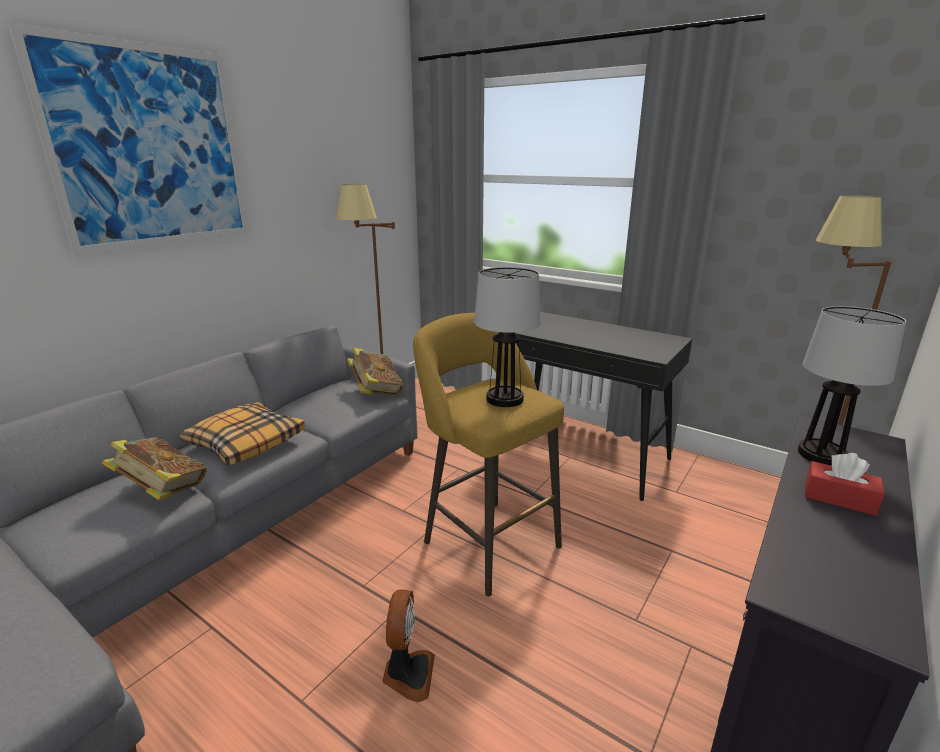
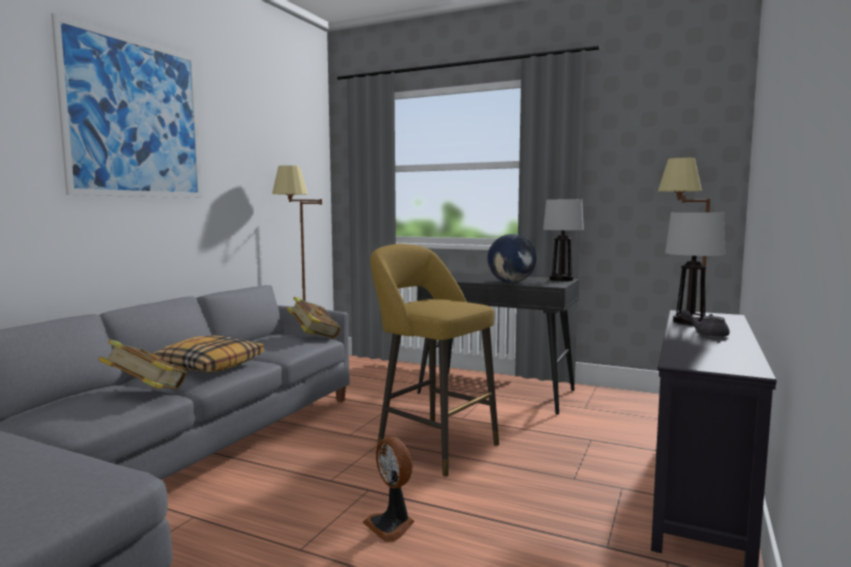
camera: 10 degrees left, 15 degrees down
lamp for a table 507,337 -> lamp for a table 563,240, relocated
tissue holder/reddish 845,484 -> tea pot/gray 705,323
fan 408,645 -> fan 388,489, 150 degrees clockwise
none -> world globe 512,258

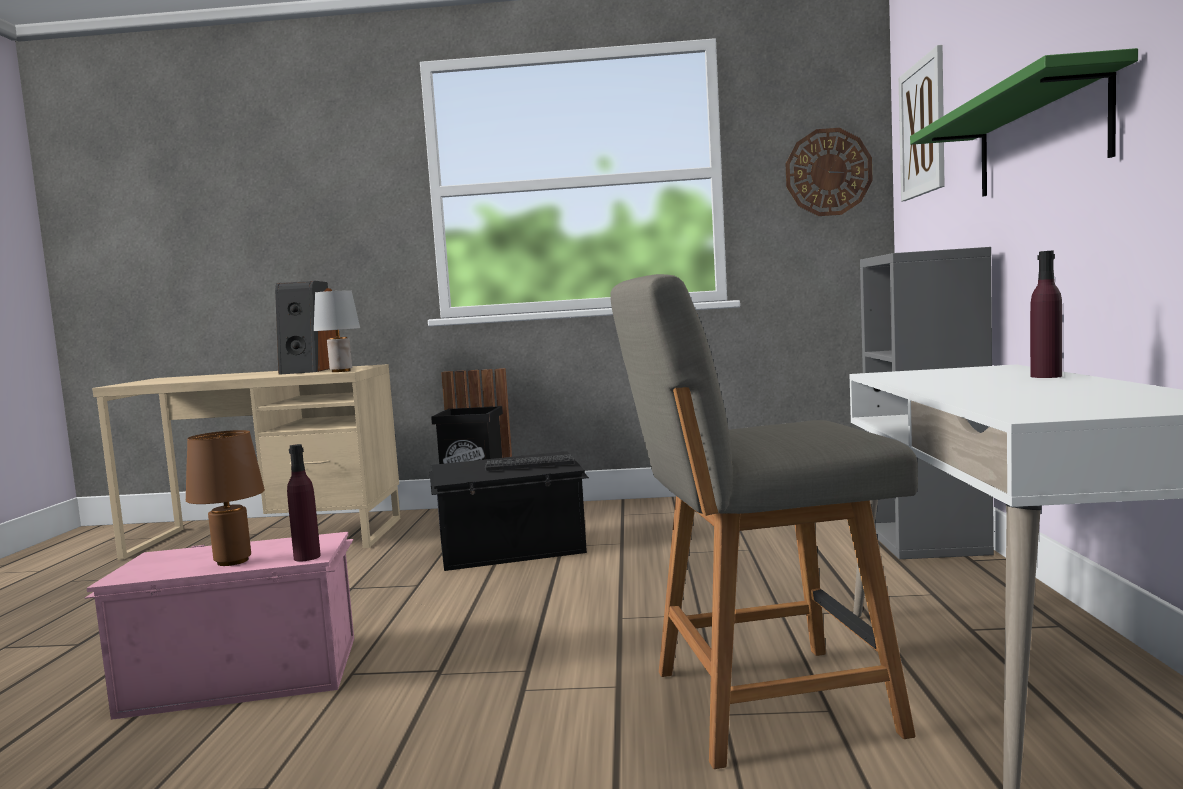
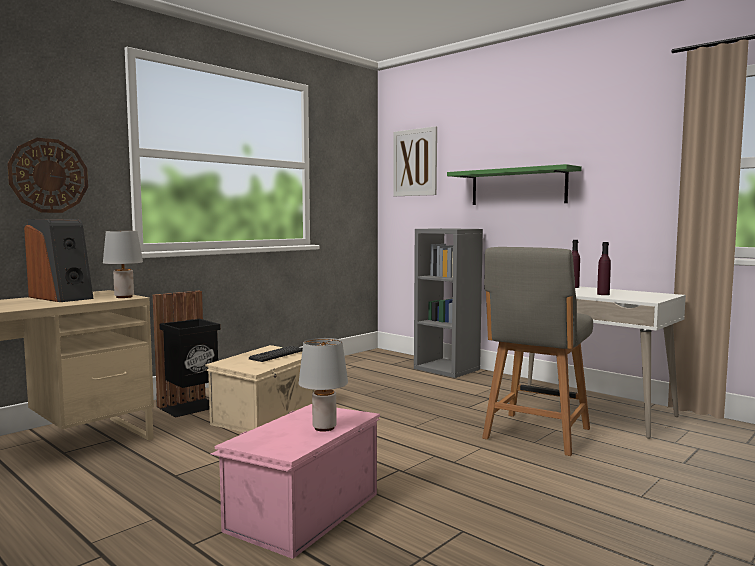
camera: 50 degrees left, 0 degrees up
hanging clock 829,172 -> hanging clock 47,175, relocated
lamp for a table/brownish 225,498 -> lamp for a table/gray 323,385
drink bottle/purplish 304,502 -> drink bottle/purplish 604,268, relocated
storage container/black-coloured 509,511 -> storage container/beige 260,388

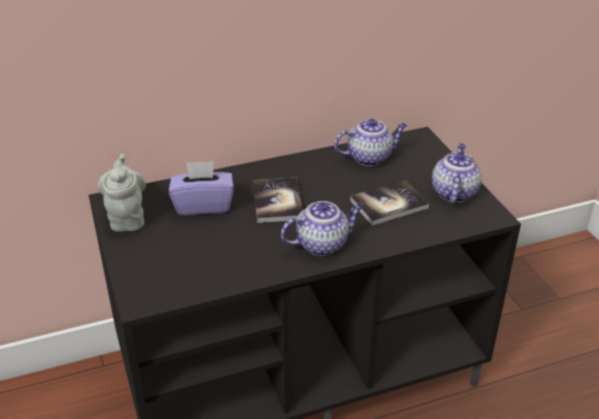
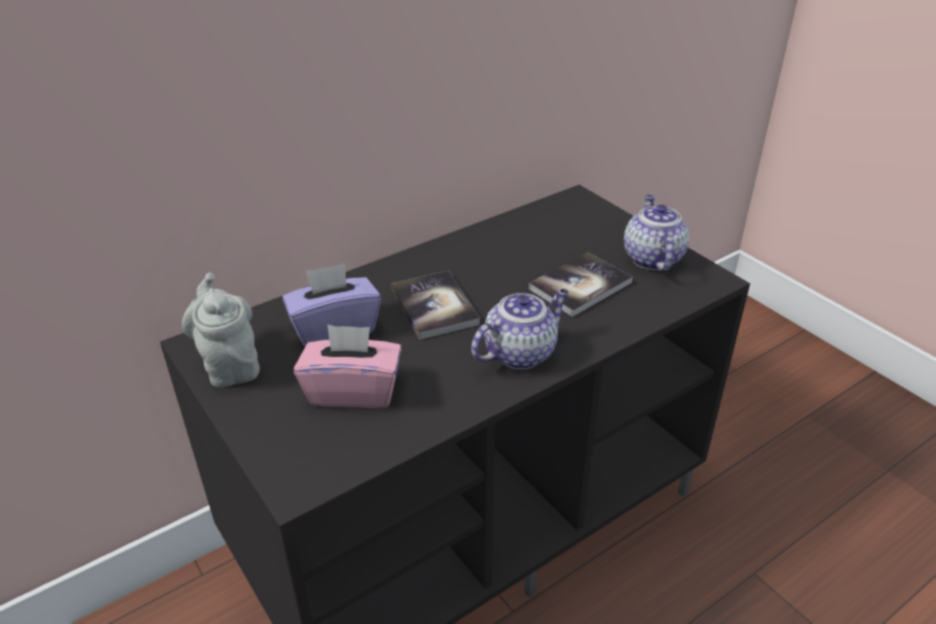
camera: 15 degrees left, 0 degrees up
tea pot 370,142 -> none
none -> tissue holder/pinkish 348,366

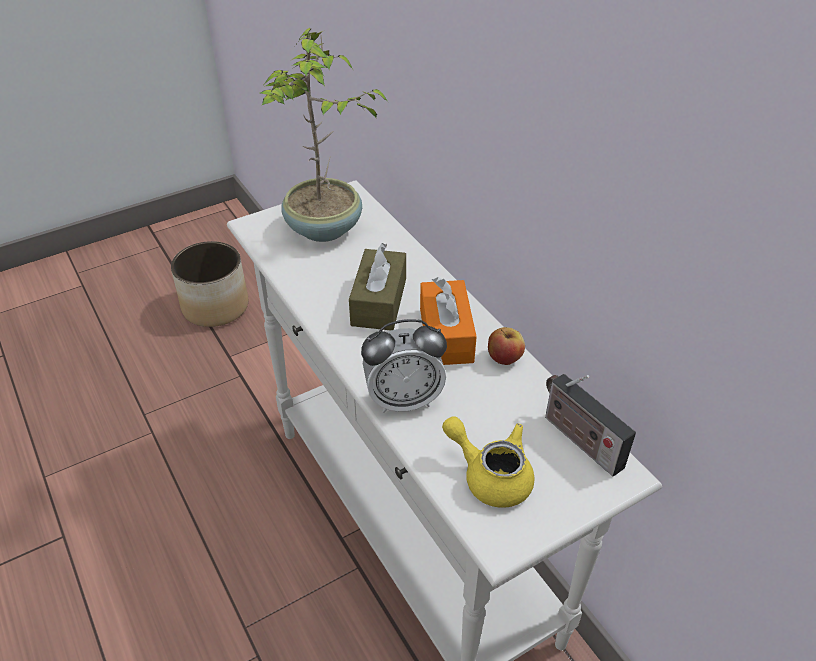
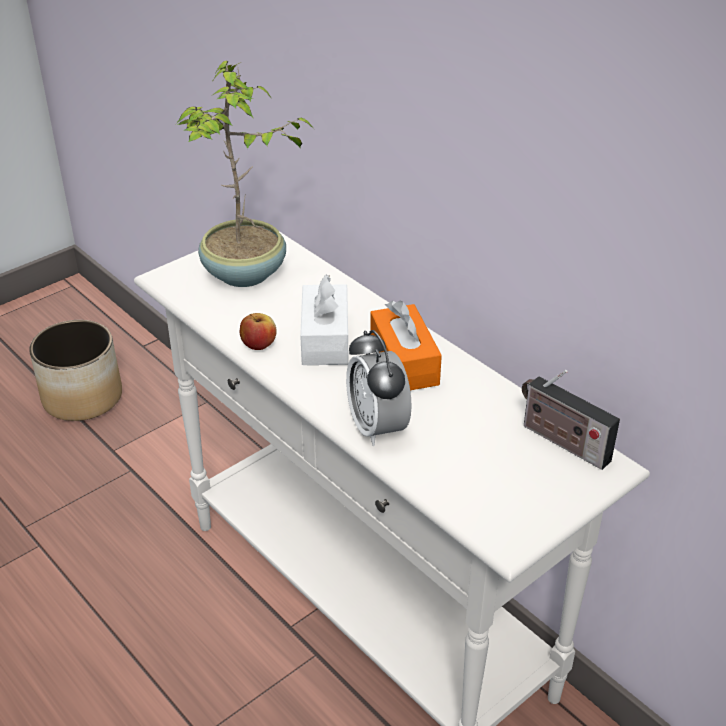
camera: 10 degrees left, 5 degrees down
tissue holder/brownish 377,286 -> tissue holder/whitish 324,319
bedside clock 404,366 -> bedside clock 379,388, 90 degrees clockwise
apple 506,346 -> apple 258,331, relocated
tea pot/yellow-coloured 488,462 -> none

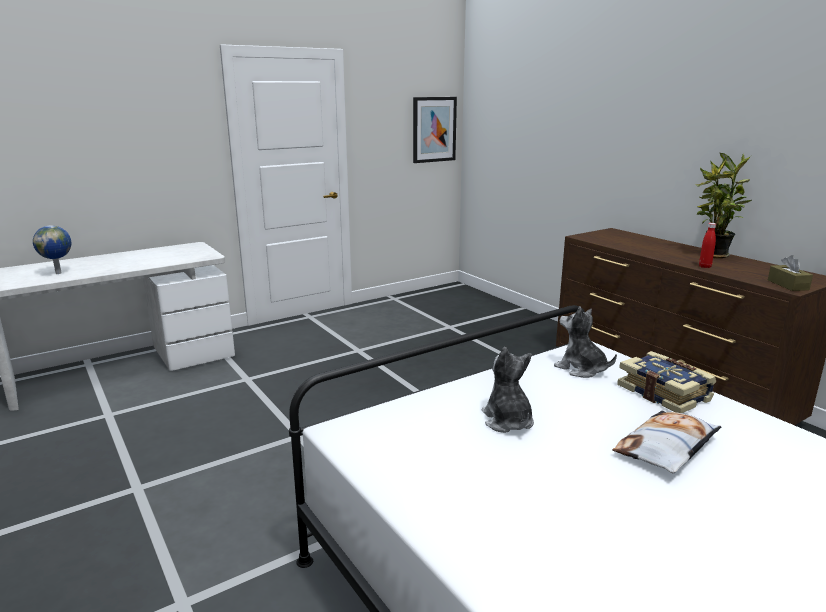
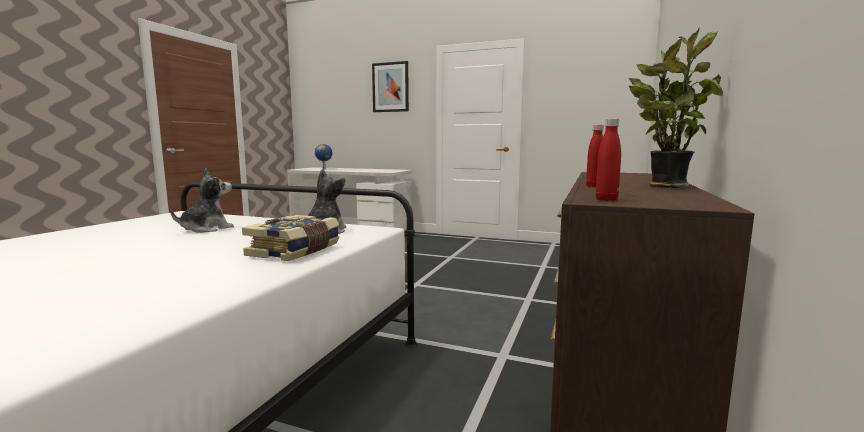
camera: 55 degrees right, 10 degrees down
wall picture 435,130 -> wall picture 390,86, relocated
tissue holder/brownish 790,273 -> drink bottle/reddish 608,159
cushion 666,442 -> none

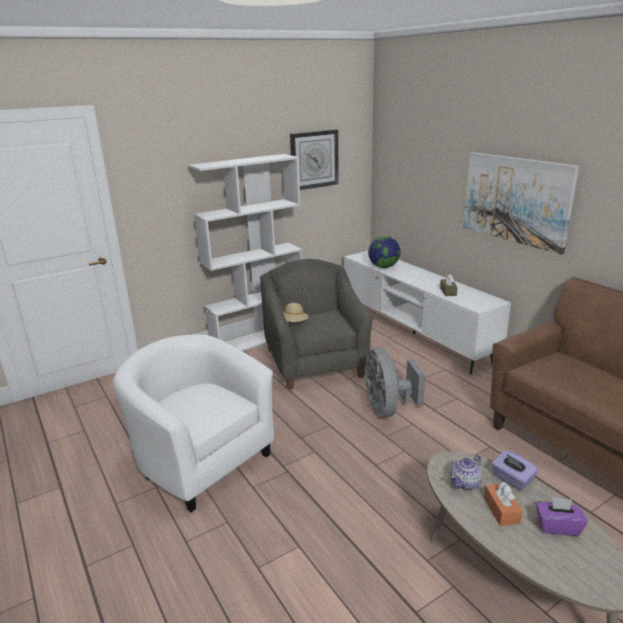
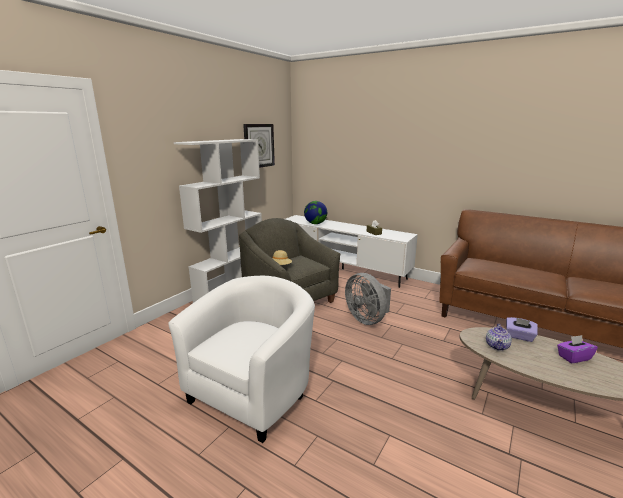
camera: 25 degrees left, 5 degrees down
wall picture 521,203 -> none
easy chair/whitish 193,423 -> easy chair/whitish 241,359, 105 degrees clockwise
tissue holder/orangey 503,503 -> none

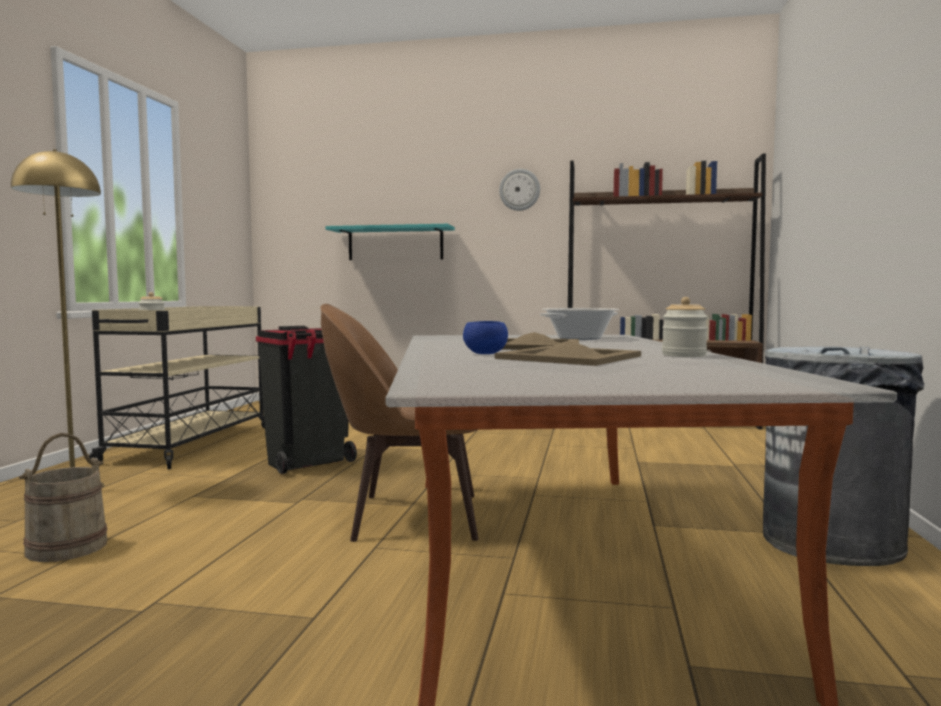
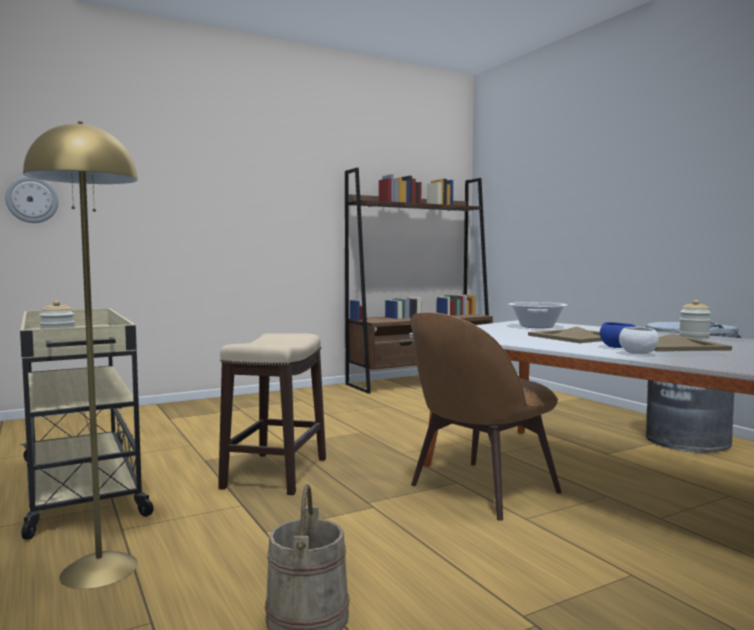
camera: 40 degrees left, 0 degrees up
hanging clock 519,190 -> hanging clock 32,199, relocated
wall shelf/turquoise 390,242 -> none
waste bin/black-coloured 306,400 -> stool 272,414
none -> serving bowl/whitish 639,341

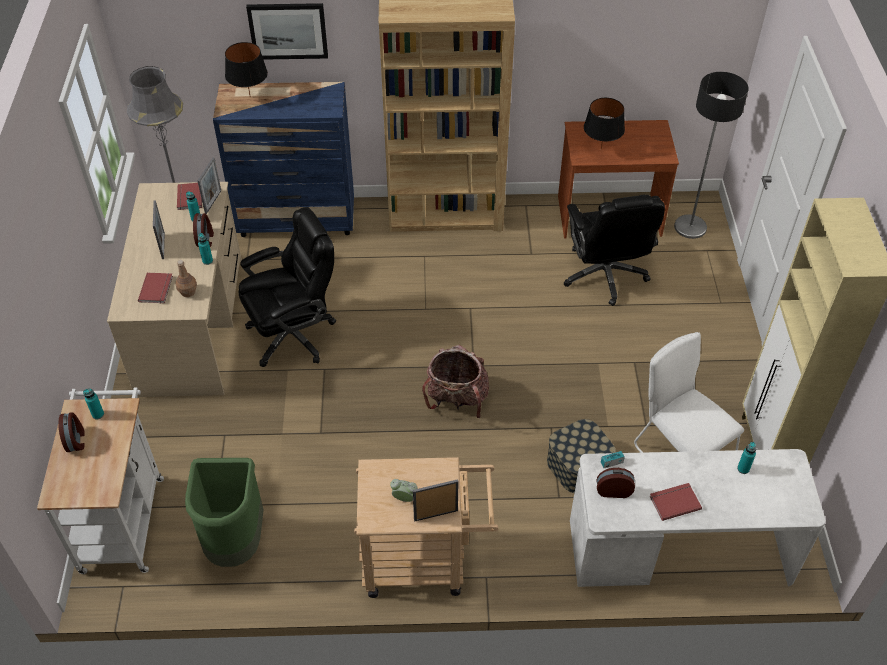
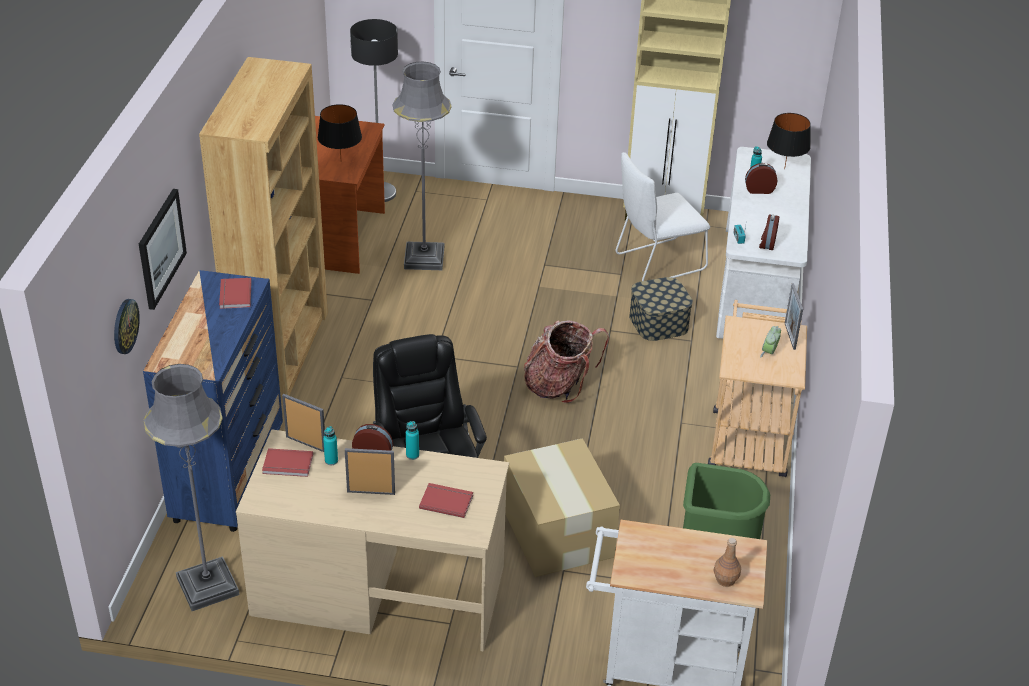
camera: 80 degrees left, 10 degrees down
lamp for a table/black-coloured 246,68 -> lamp for a table/black-coloured 789,141, relocated
computer chair/black-coloured 614,250 -> standard lamp/gray 422,165
drink bottle/brownish 186,278 -> drink bottle/brownish 727,562, relocated
drink bottle/turquoise 93,403 -> none
bedside clock 71,432 -> bedside clock 761,178, relocated
bound book/reddish 675,502 -> bound book/reddish 235,293, relocated
none -> hanging clock 127,326
none -> packing box 562,507

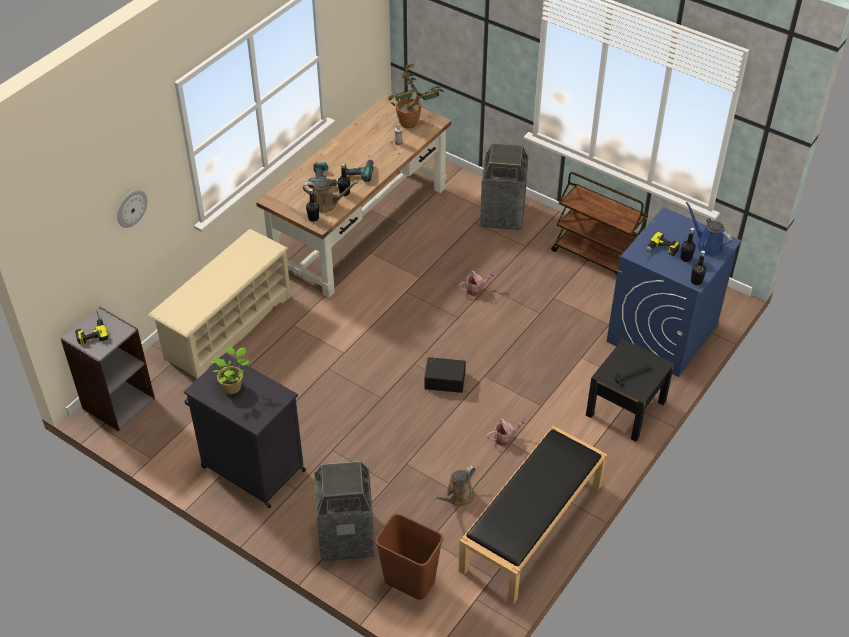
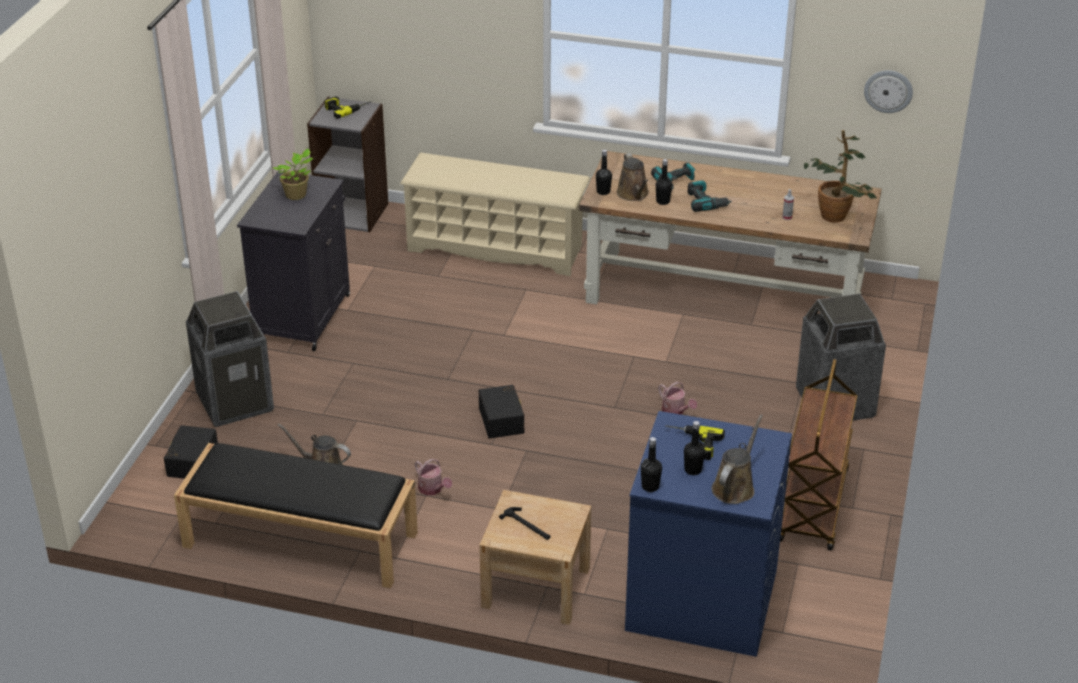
camera: 70 degrees right, 10 degrees down
hanging clock 132,209 -> hanging clock 888,91, relocated
watering pot/blue-coloured 709,229 -> watering pot/brownish 737,459
nightstand/black-coloured 630,390 -> nightstand/beige 535,557
waste bin/brownish 409,556 -> storage container/black-coloured 191,452

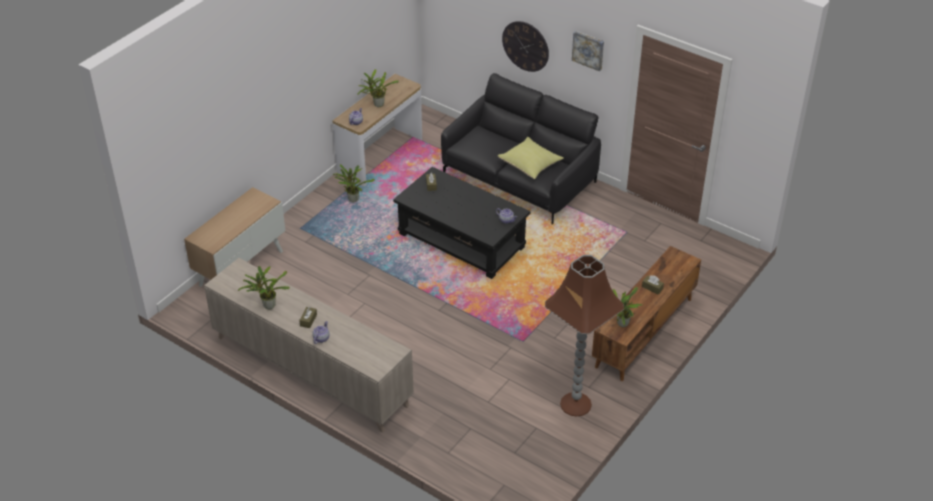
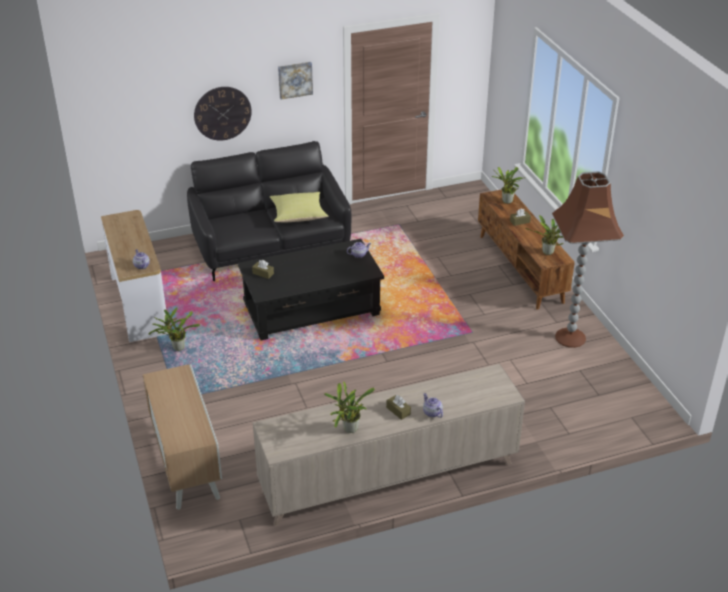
camera: 55 degrees left, 5 degrees down
houseplant 378,88 -> houseplant 507,185, relocated

